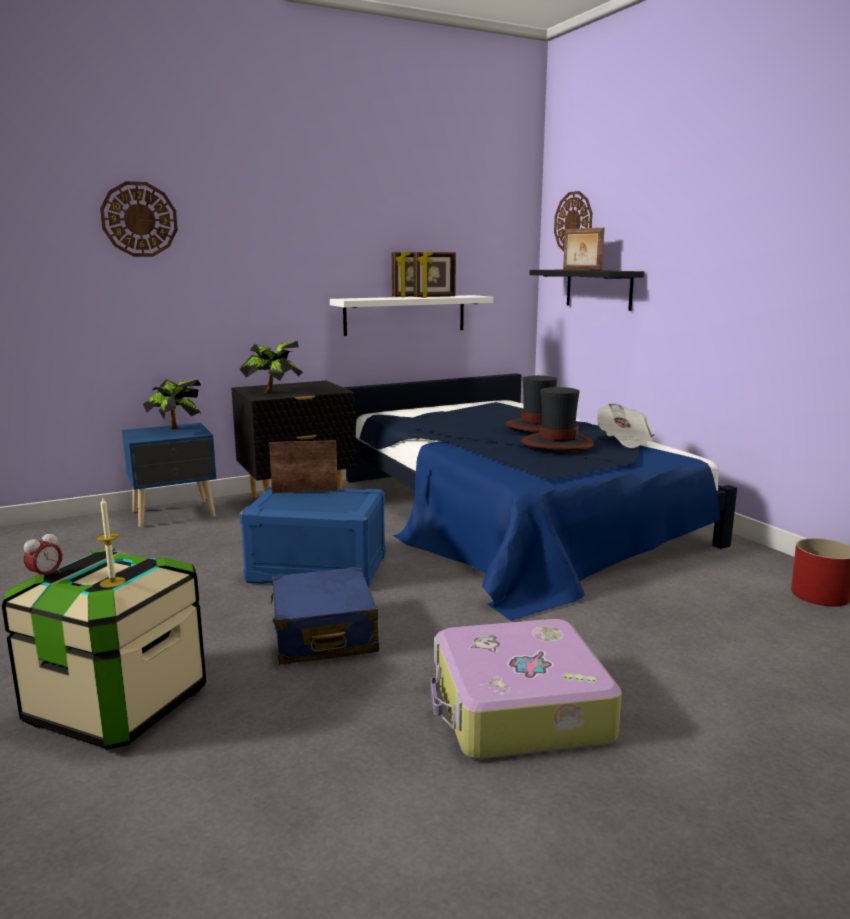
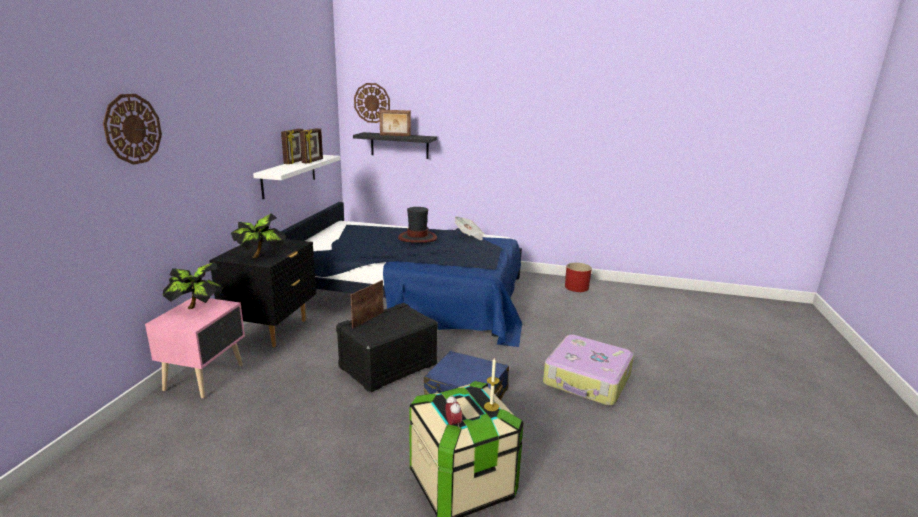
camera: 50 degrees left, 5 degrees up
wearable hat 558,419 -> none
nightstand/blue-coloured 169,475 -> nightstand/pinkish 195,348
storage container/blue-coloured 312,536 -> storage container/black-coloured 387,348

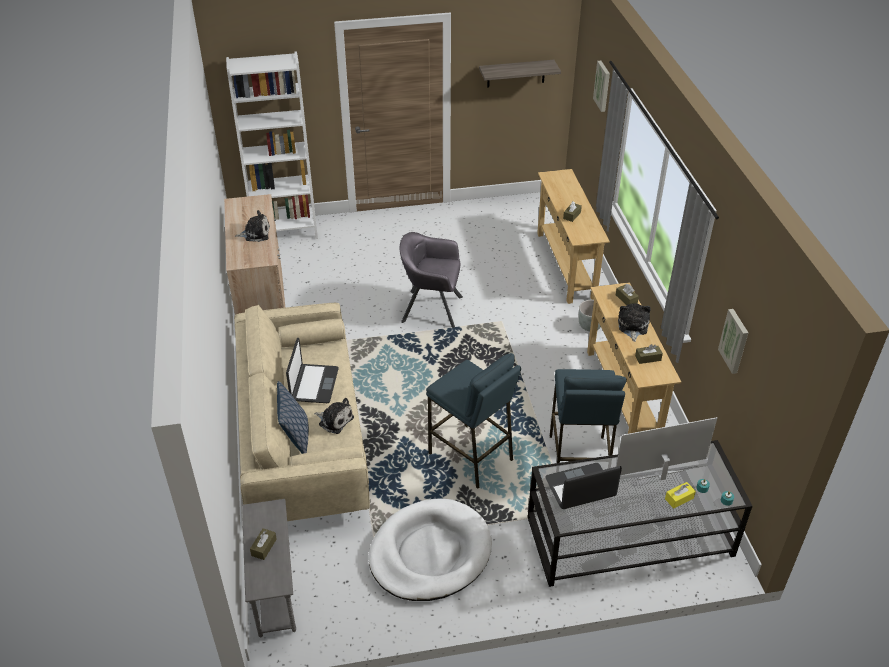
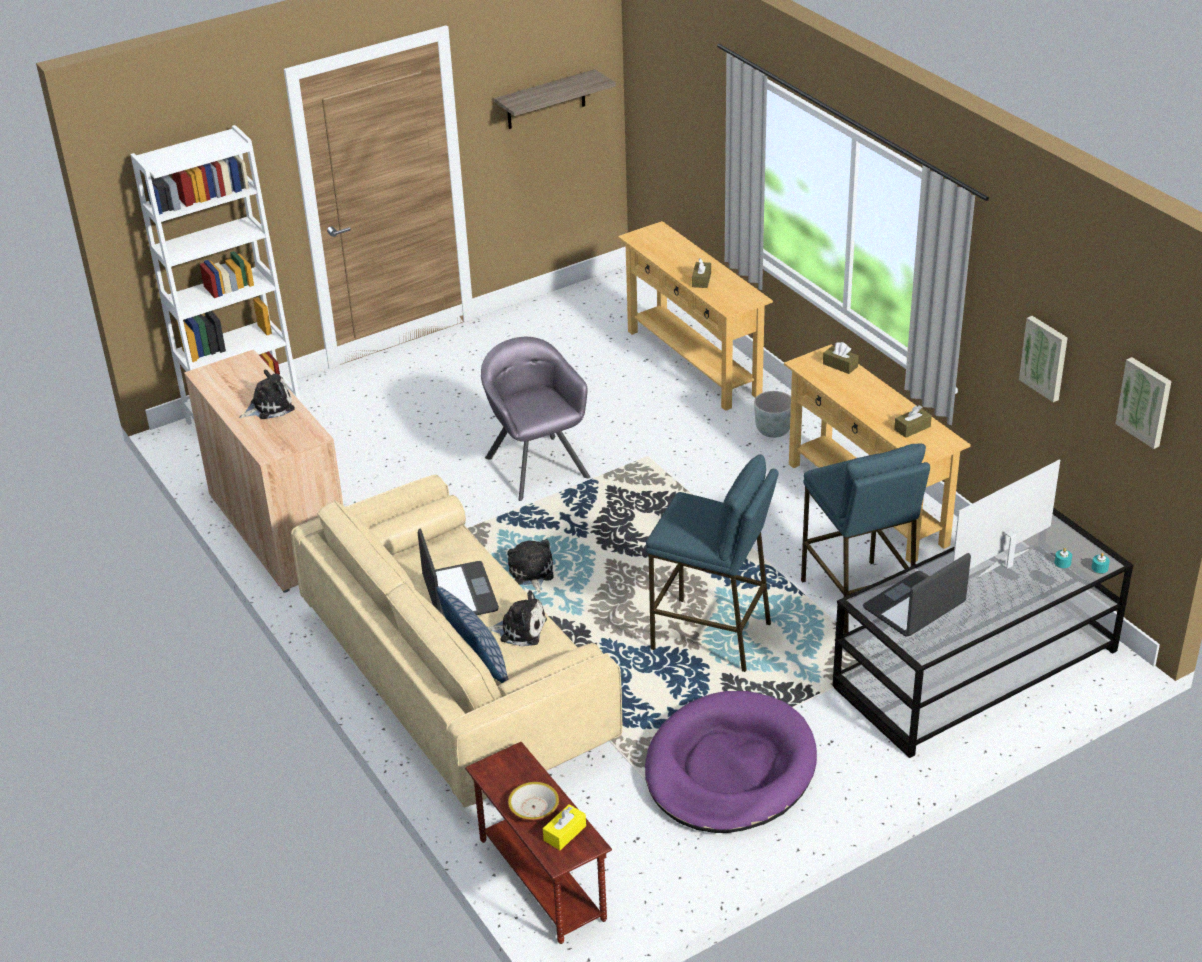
camera: 20 degrees left, 5 degrees down
wall picture 601,86 -> wall picture 1143,403, relocated
easy chair/gray 431,280 -> easy chair/gray 536,419, 75 degrees clockwise
plush toy 634,322 -> plush toy 530,565, relocated
tissue holder/yellow-coloured 680,495 -> tissue holder/yellow-coloured 564,827, relocated
dog bed/whitish 430,549 -> dog bed/purplish 731,762
side table/gray 269,568 -> side table/brownish 538,843
tissue holder/brownish 263,544 -> serving bowl 533,801

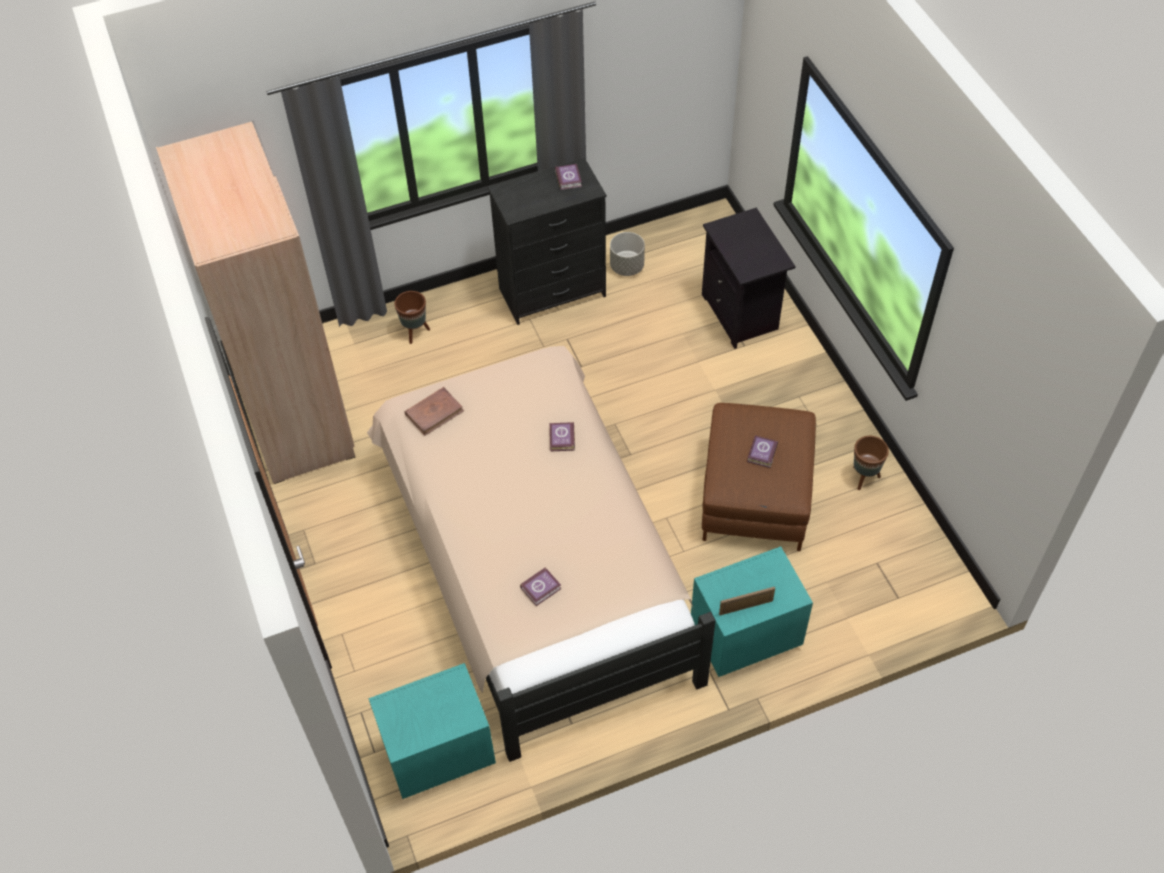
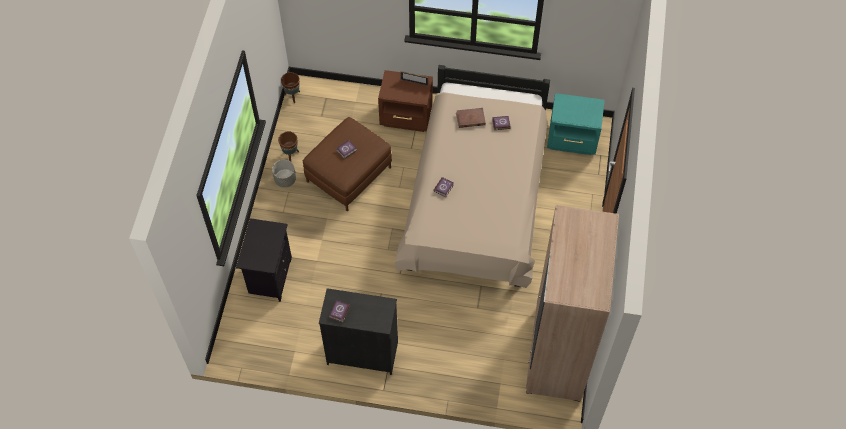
camera: 150 degrees left, 5 degrees up
flower pot/gray 627,254 -> flower pot/gray 284,174, relocated
flower pot/brownish 412,317 -> flower pot/brownish 290,87, relocated
bound book/brownish 434,411 -> bound book/brownish 471,118, relocated
nightstand/turquoise 752,611 -> nightstand/brownish 405,101

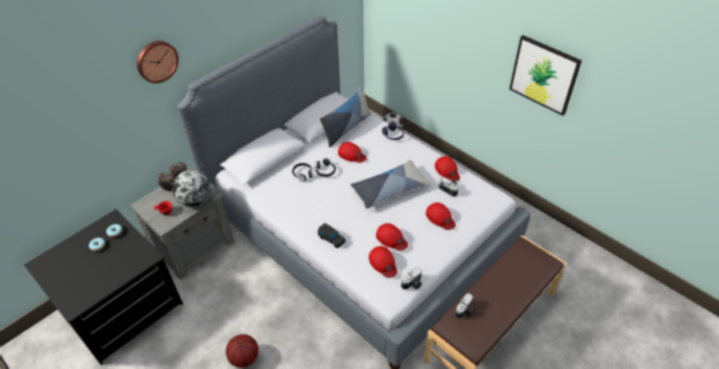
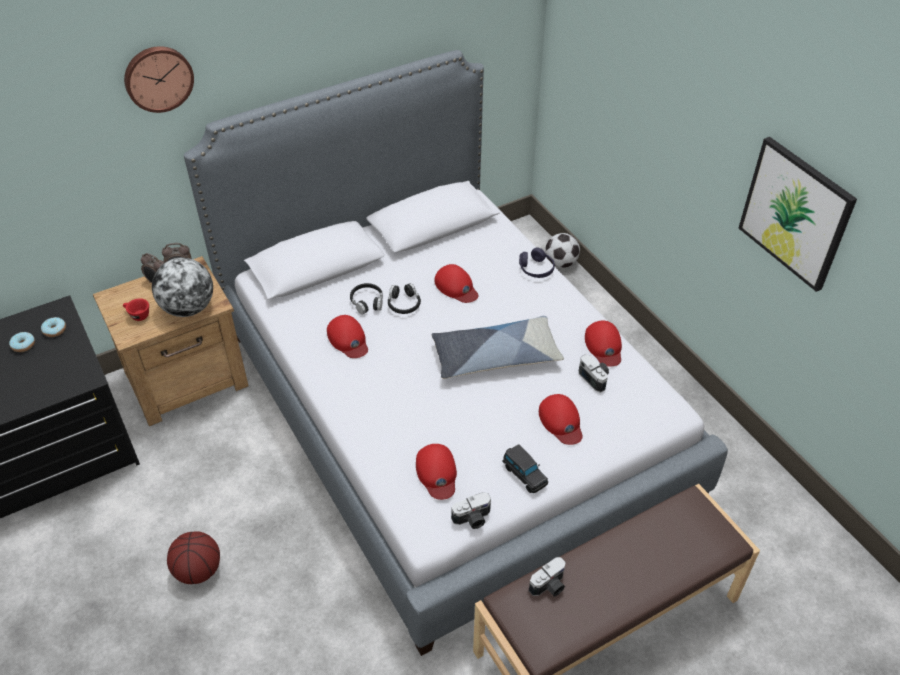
camera: 15 degrees right, 0 degrees up
cushion 345,117 -> none
nightstand/gray 182,224 -> nightstand/brownish 171,341
miniature car/black-coloured 332,235 -> miniature car/black-coloured 525,468, relocated
baseball cap/reddish 392,237 -> baseball cap/reddish 347,336, relocated

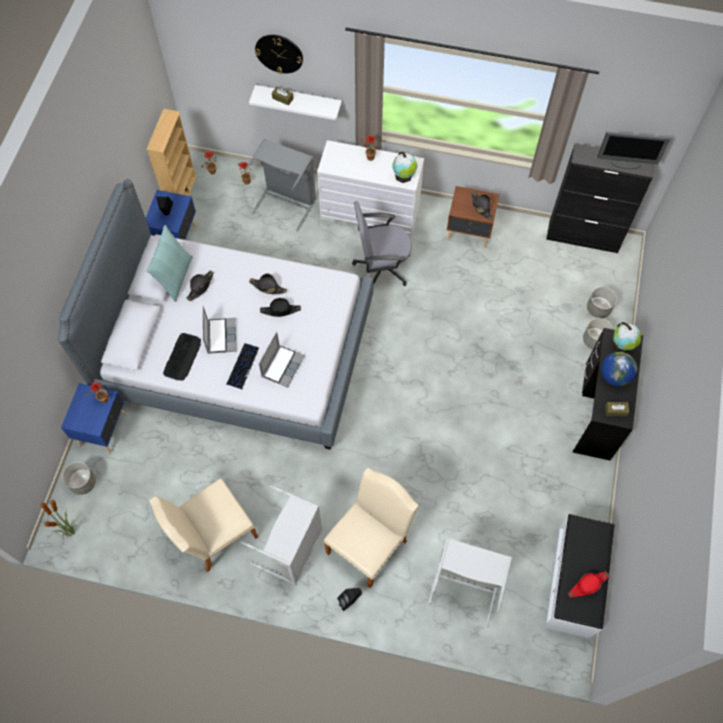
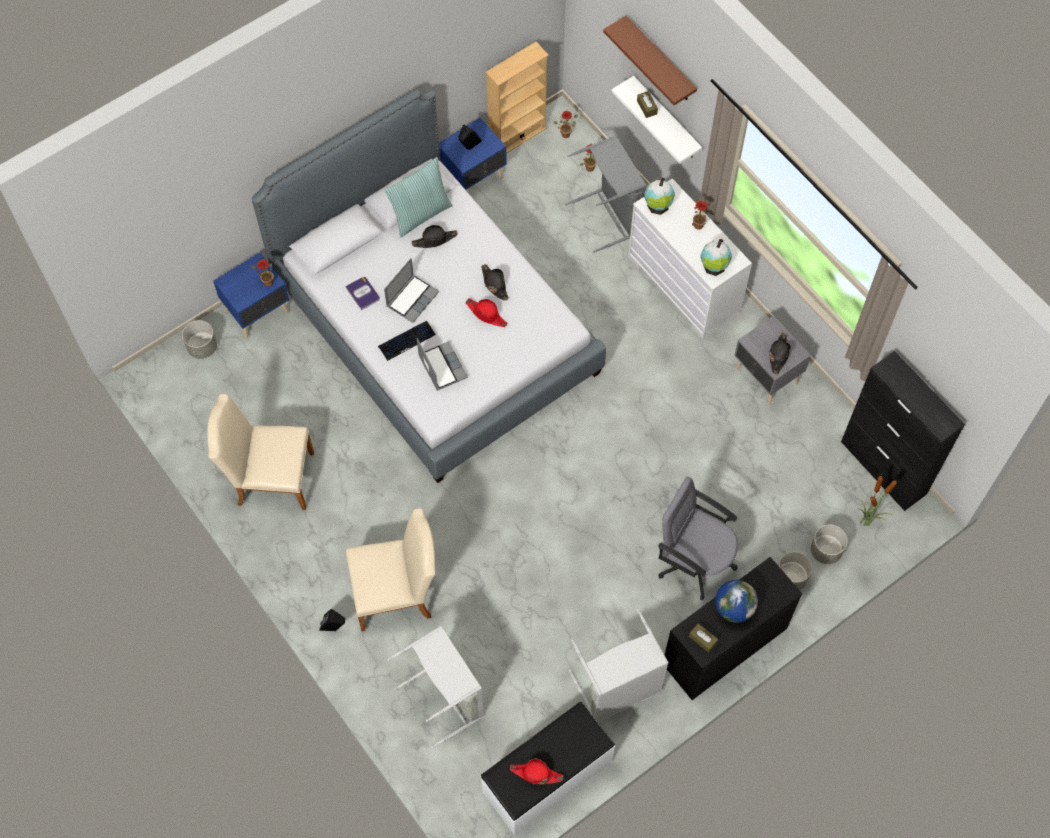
camera: 40 degrees right, 0 degrees up
hanging clock 279,54 -> wall shelf/brownish 650,60
computer screen 633,150 -> none
nightstand/brownish 472,217 -> nightstand/gray 772,360
computer chair/gray 382,243 -> computer chair/gray 698,538, relocated
wearable hat/black-coloured 280,307 -> wearable hat/reddish 486,312
world globe 626,337 -> world globe 659,196, relocated
portable computer 282,360 -> portable computer 442,364, 90 degrees counterclockwise
PC keyboard 182,356 -> bound book 362,293
laundry basket/gray 281,535 -> laundry basket/gray 619,665, relocated
houseplant 60,519 -> houseplant 877,500, relocated

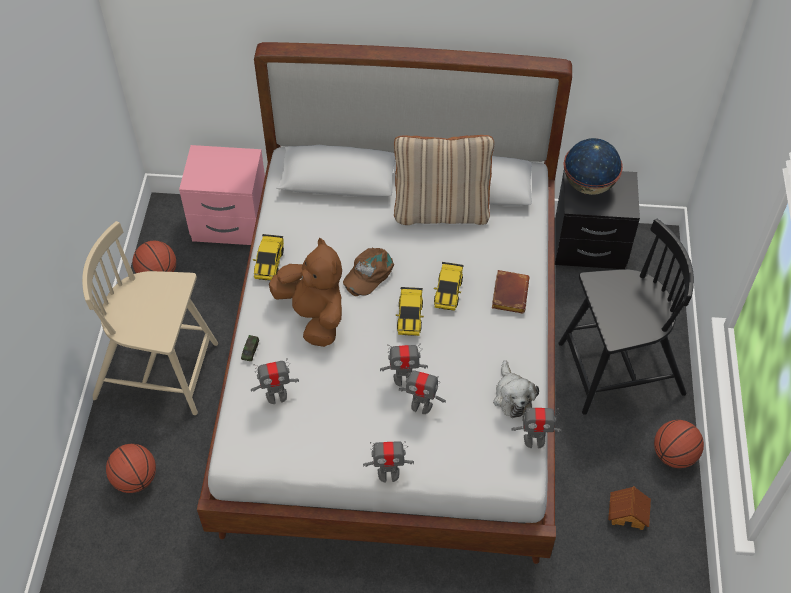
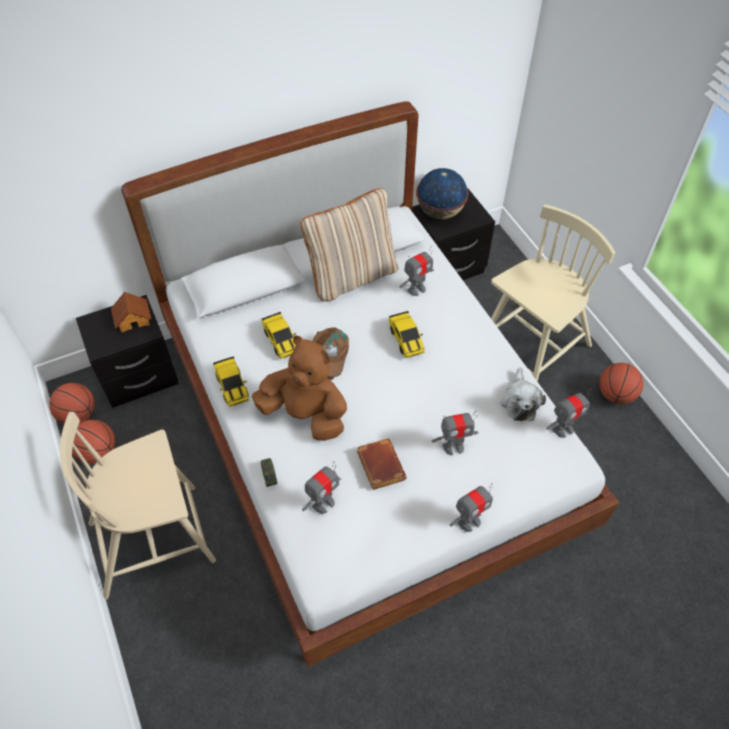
camera: 30 degrees left, 0 degrees up
nightstand/pinkish 222,195 -> nightstand/black-coloured 127,351
chair/black-coloured 626,317 -> chair/beige 553,293
bound book/brownish 510,291 -> bound book/brownish 382,464, relocated
miniature car 410,311 -> miniature car 279,335, relocated
toy robot 404,365 -> toy robot 417,270, relocated
plush toy 516,389 -> plush toy 523,394, 45 degrees clockwise
ball for basketball 131,468 -> ball for basketball 72,403, relocated
toy house 629,508 -> toy house 131,312, relocated

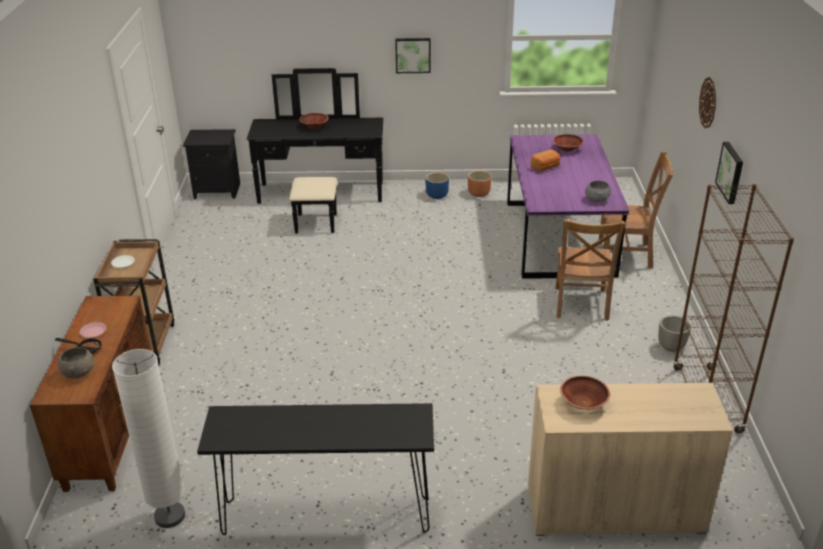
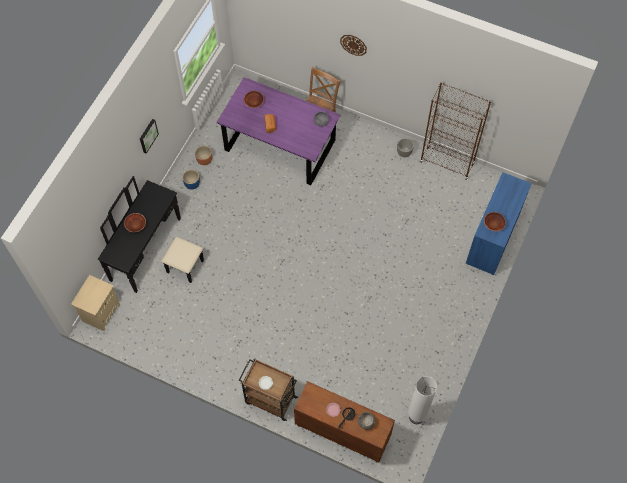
camera: 65 degrees left, 30 degrees up
nightstand/black-coloured 211,164 -> nightstand/beige 95,303
wall picture 729,173 -> none
chair/brownish 591,270 -> none
cupboard/beige 630,459 -> cupboard/blue-coloured 499,223
narrow table/black-coloured 315,469 -> none

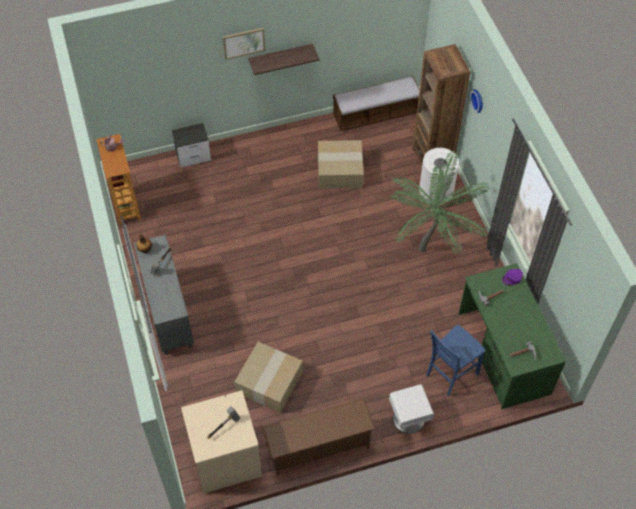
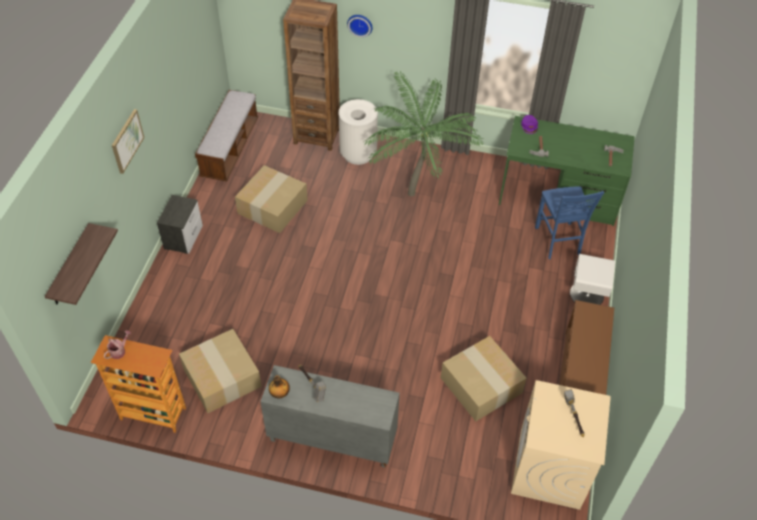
camera: 60 degrees left, 5 degrees down
wall shelf 284,59 -> wall shelf 81,264, relocated
nightstand 191,145 -> nightstand 180,224, relocated
none -> packing box 220,371

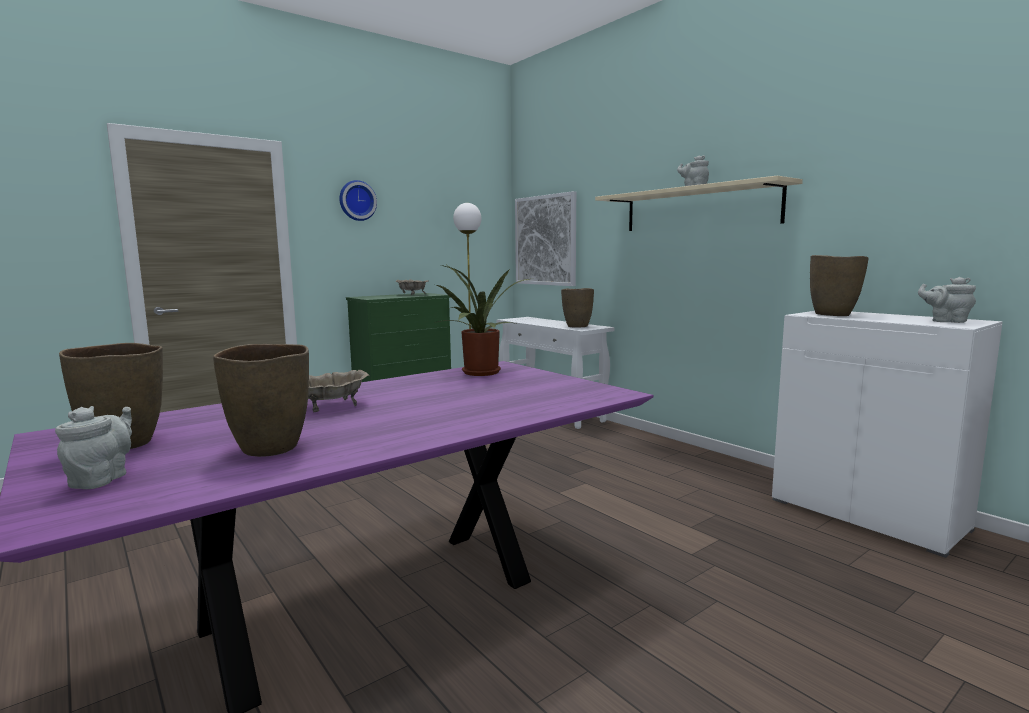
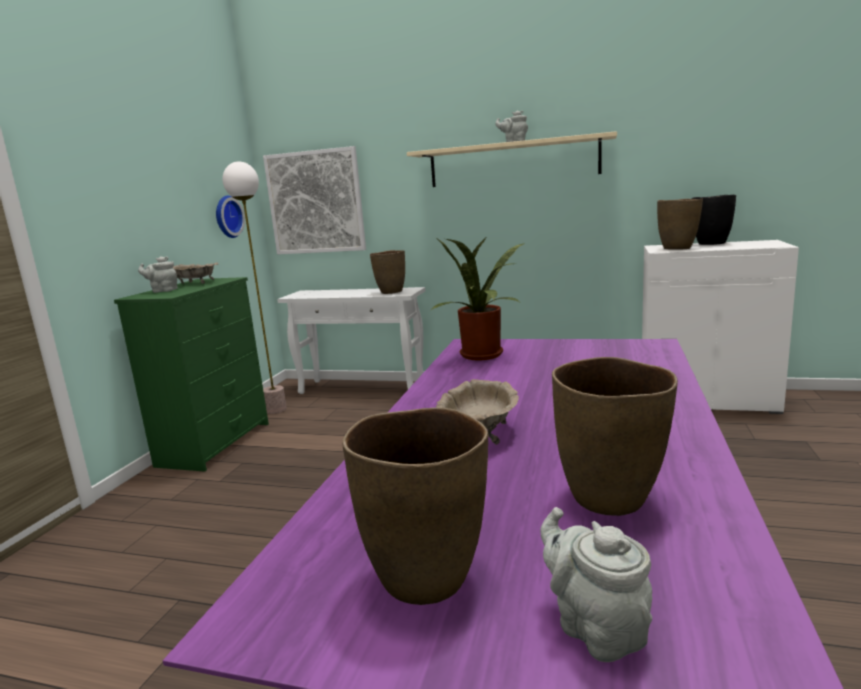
camera: 35 degrees left, 5 degrees up
hanging clock 358,200 -> hanging clock 230,217, relocated
tea pot/gray 947,300 -> tea pot/gray 158,274, relocated
none -> flower vase/black-coloured 714,220

